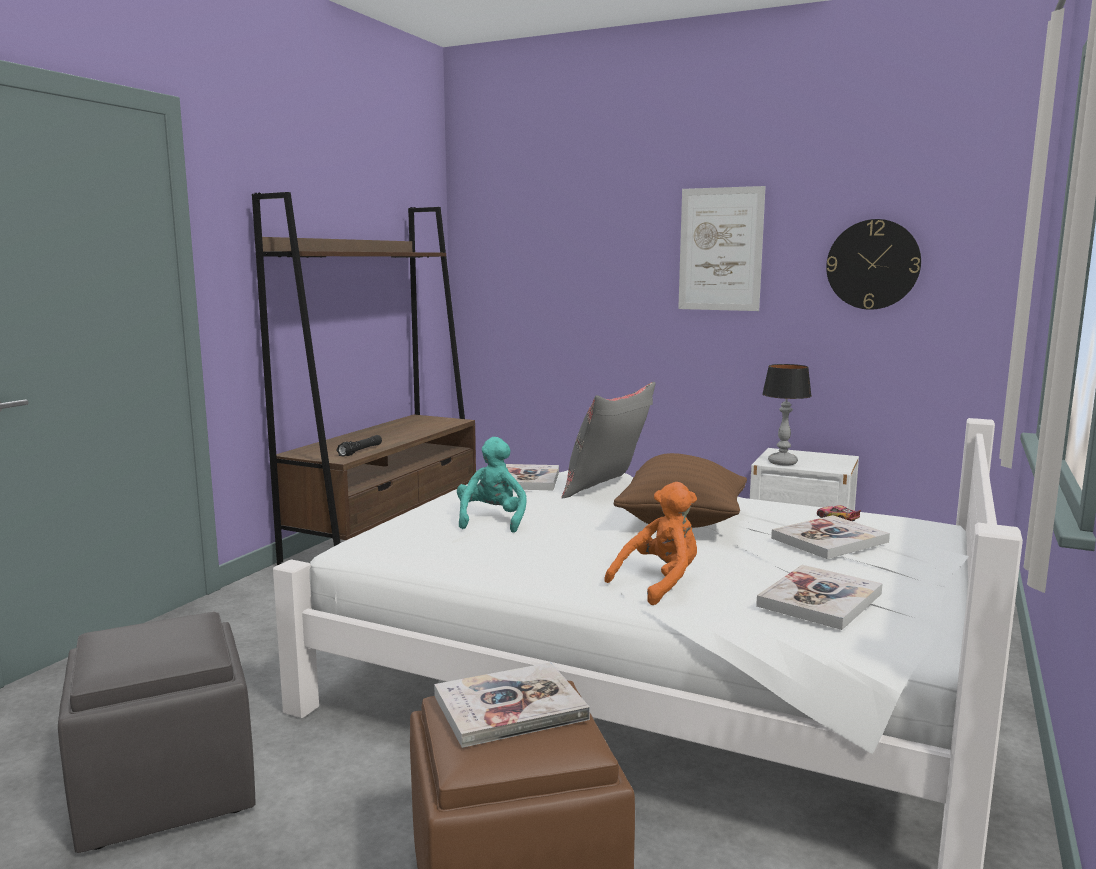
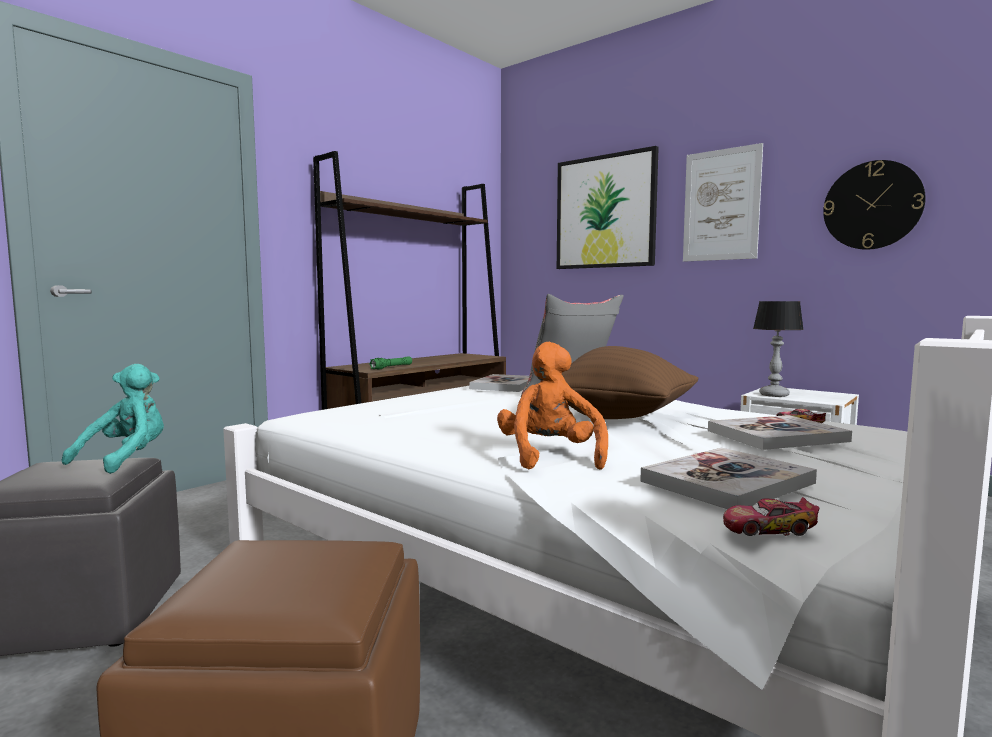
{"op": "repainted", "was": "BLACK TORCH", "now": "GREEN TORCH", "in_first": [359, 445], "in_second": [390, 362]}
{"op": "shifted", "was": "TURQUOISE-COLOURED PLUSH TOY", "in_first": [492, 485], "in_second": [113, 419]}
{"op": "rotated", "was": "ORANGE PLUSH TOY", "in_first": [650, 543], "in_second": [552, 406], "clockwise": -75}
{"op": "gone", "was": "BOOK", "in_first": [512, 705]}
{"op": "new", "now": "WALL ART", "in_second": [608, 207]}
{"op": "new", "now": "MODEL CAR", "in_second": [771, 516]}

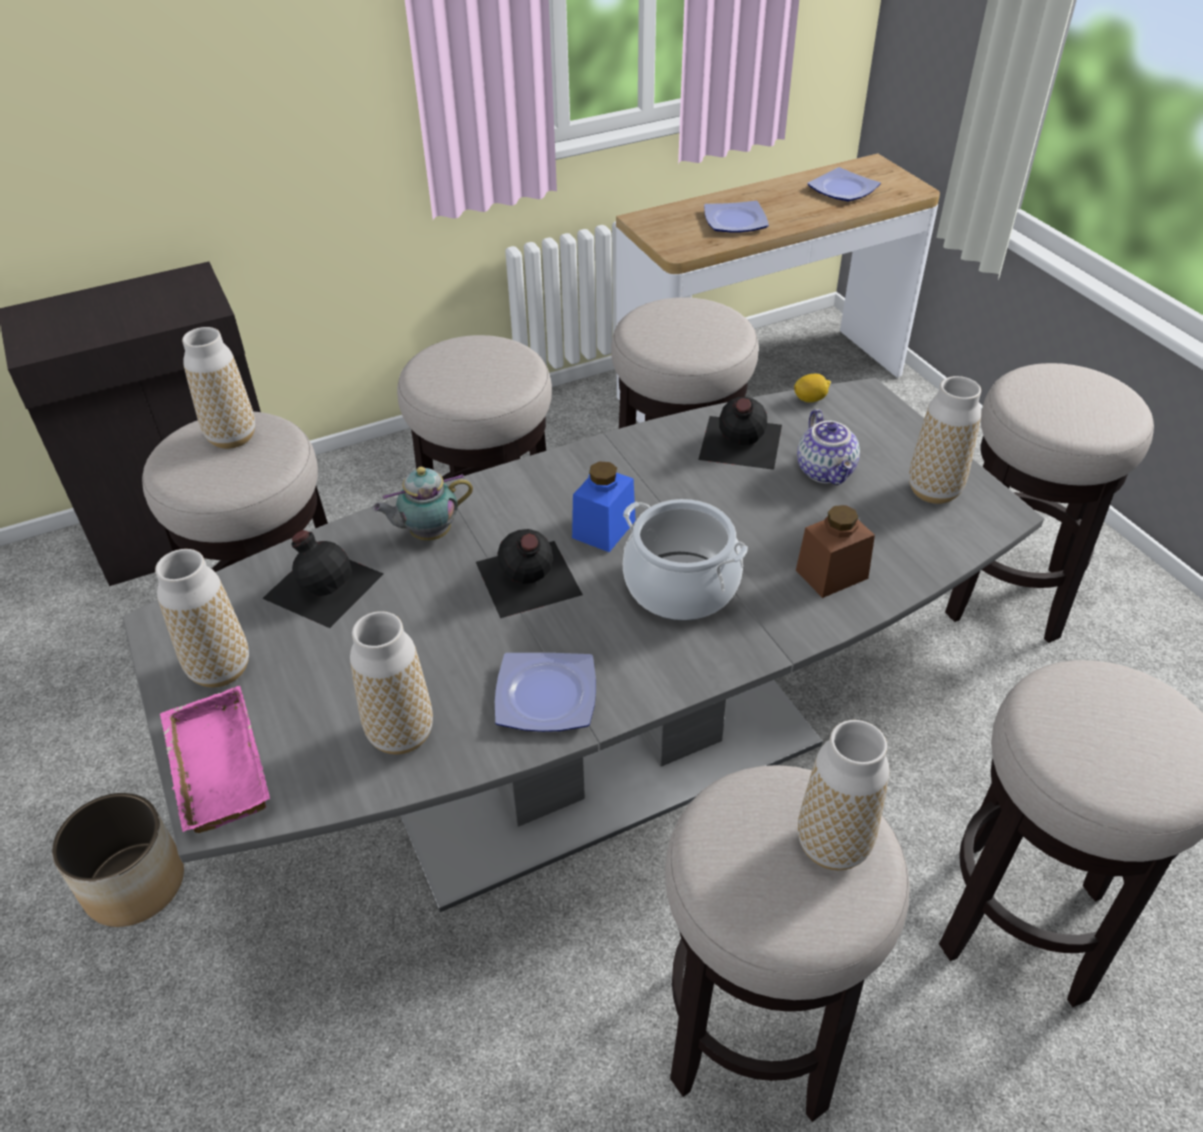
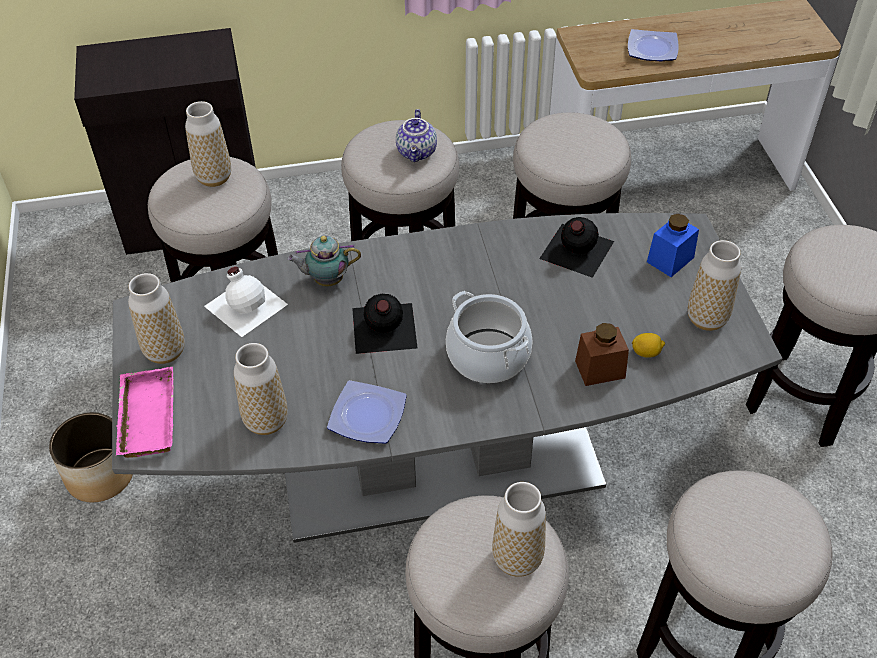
{"op": "gone", "was": "FLAT DISH", "in_first": [844, 184]}
{"op": "shifted", "was": "LEMON", "in_first": [812, 388], "in_second": [648, 345]}
{"op": "shifted", "was": "TEAPOT", "in_first": [828, 447], "in_second": [416, 135]}
{"op": "shifted", "was": "BLUE-COLOURED JAR", "in_first": [604, 506], "in_second": [673, 245]}
{"op": "repainted", "was": "BLACK BOTTLE", "now": "WHITISH BOTTLE", "in_first": [322, 579], "in_second": [246, 302]}

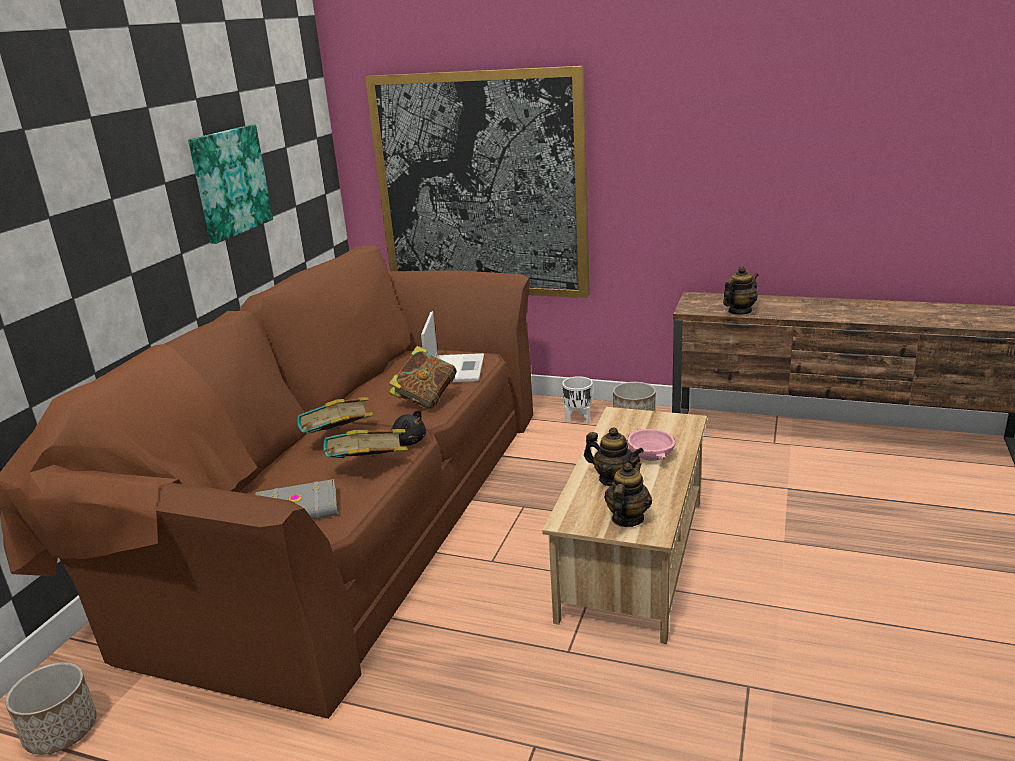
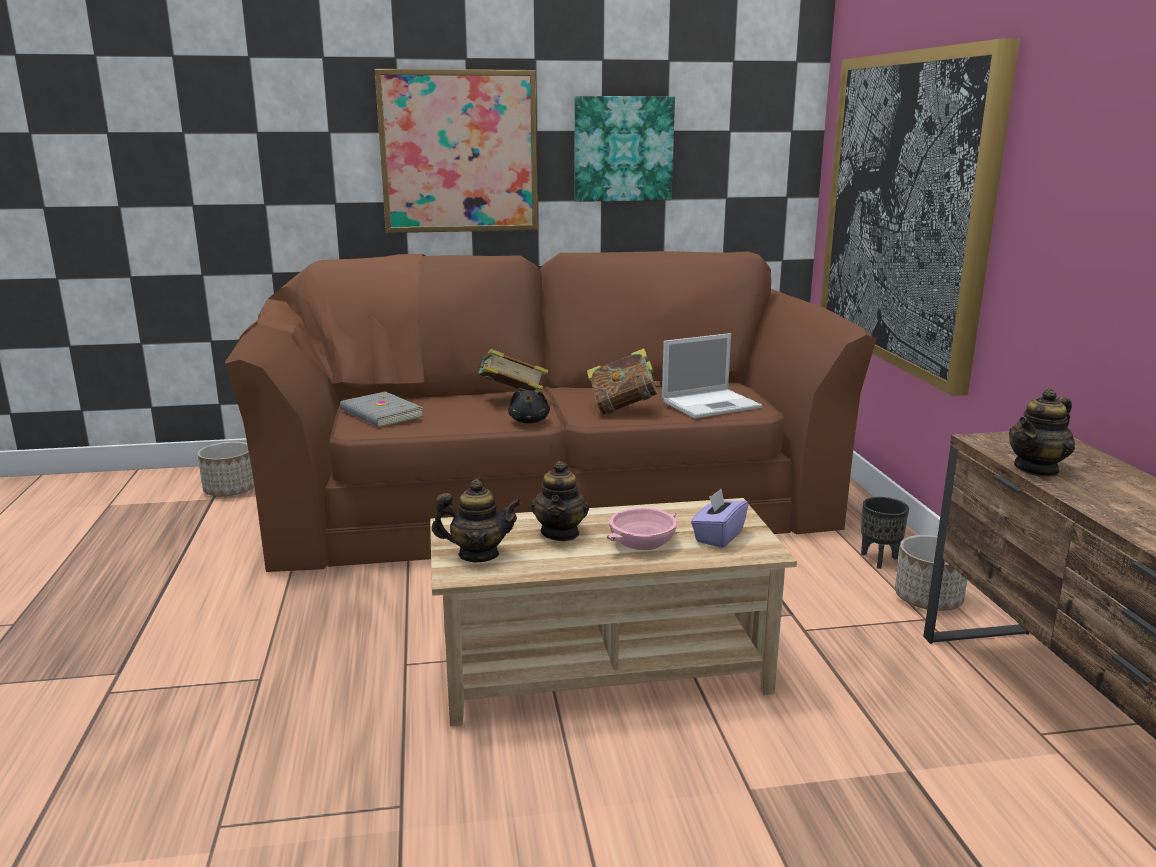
{"op": "rotated", "was": "TEAPOT", "in_first": [740, 290], "in_second": [1042, 432], "clockwise": 120}
{"op": "repainted", "was": "WHITISH FLOWER POT", "now": "BLACK FLOWER POT", "in_first": [577, 400], "in_second": [885, 533]}
{"op": "gone", "was": "BOOK", "in_first": [365, 443]}
{"op": "new", "now": "WALL ART", "in_second": [456, 151]}
{"op": "new", "now": "PURPLISH BOX OF TISSUES", "in_second": [720, 518]}

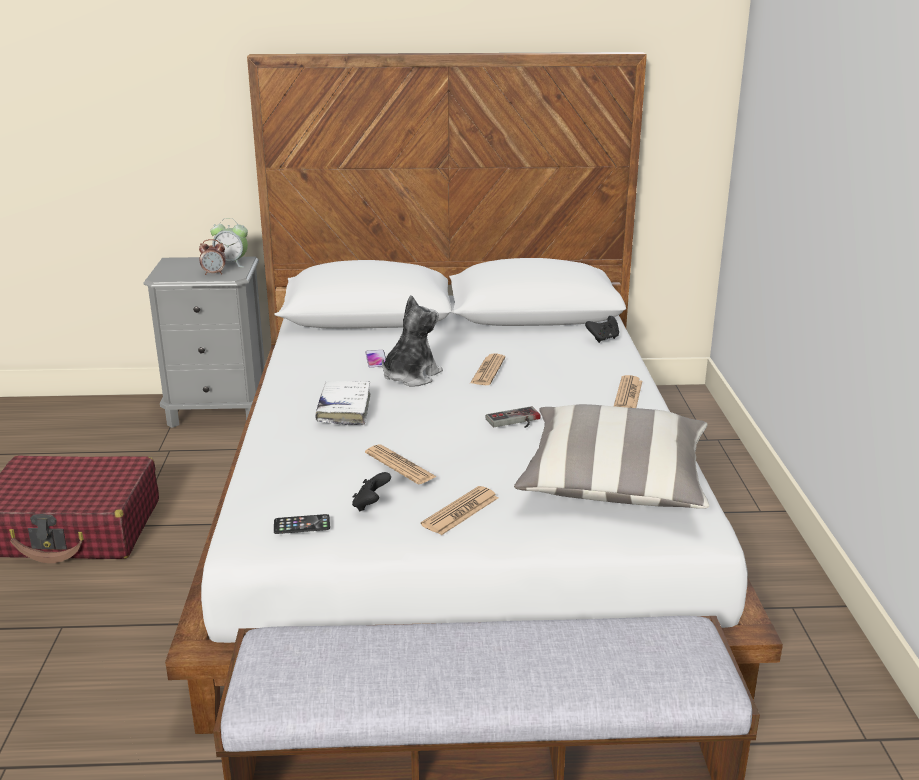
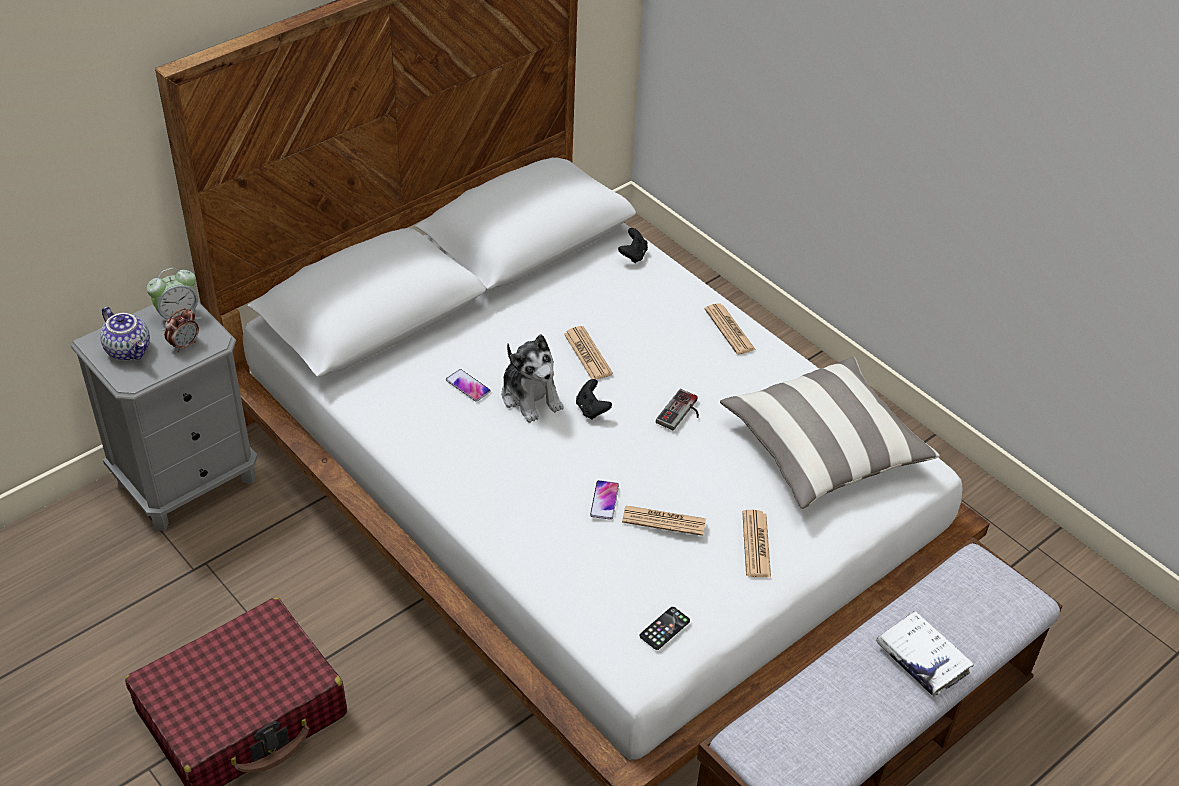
{"op": "rotated", "was": "PLUSH TOY", "in_first": [412, 341], "in_second": [533, 378], "clockwise": 150}
{"op": "shifted", "was": "WHITISH BOOK", "in_first": [343, 403], "in_second": [925, 653]}
{"op": "shifted", "was": "BLACK GAMEPAD", "in_first": [371, 492], "in_second": [594, 399]}
{"op": "new", "now": "TEAPOT", "in_second": [125, 334]}
{"op": "new", "now": "TELEPHONE", "in_second": [604, 500]}

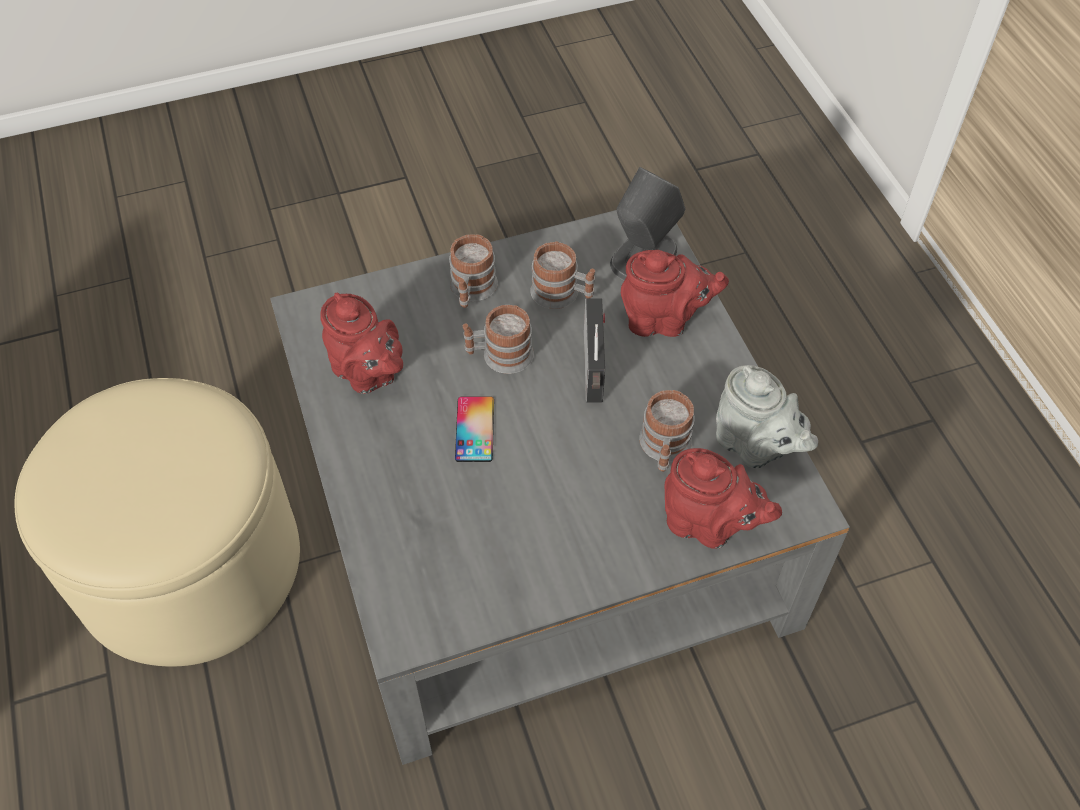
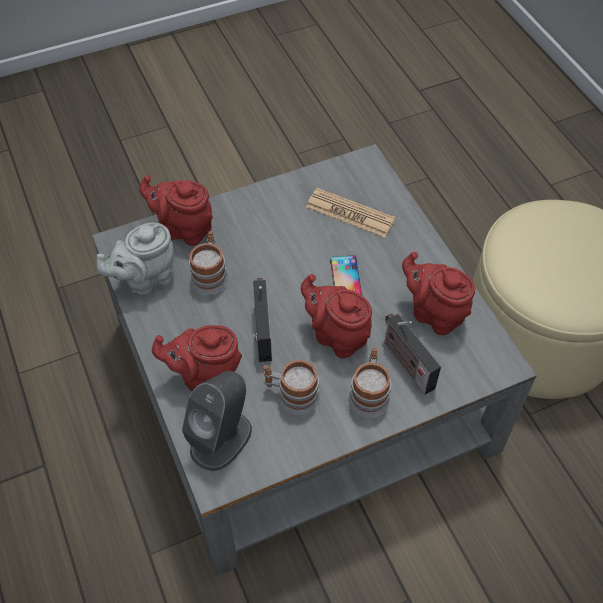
{"op": "swapped", "was": "TEA MUG", "now": "RED TEAPOT", "in_first": [498, 339], "in_second": [336, 316]}
{"op": "rotated", "was": "GREYISH TEAPOT", "in_first": [767, 417], "in_second": [135, 259], "clockwise": -75}
{"op": "new", "now": "DAILY PAPER", "in_second": [351, 213]}
{"op": "new", "now": "RADIO RECEIVER", "in_second": [412, 354]}

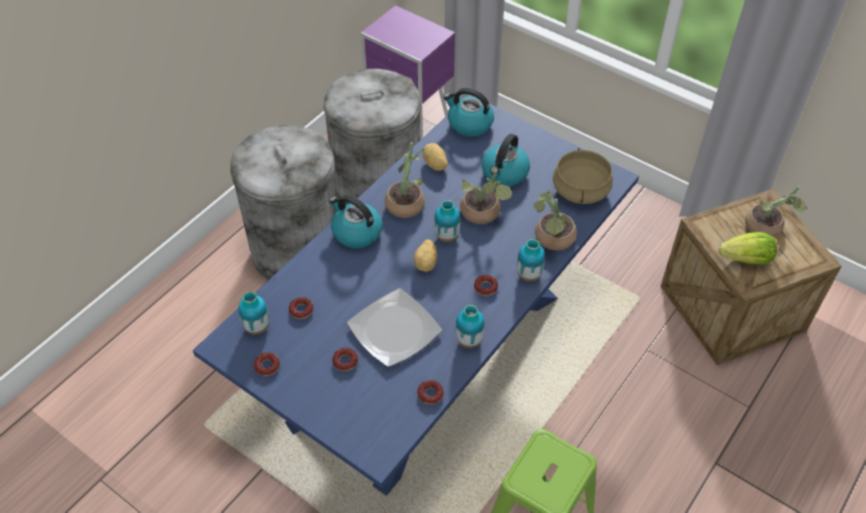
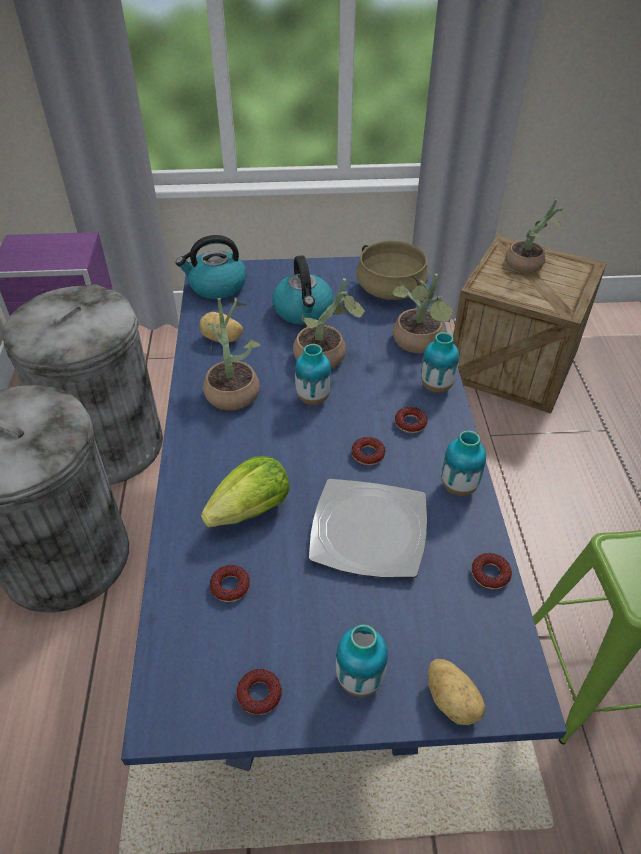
{"op": "gone", "was": "KETTLE", "in_first": [356, 221]}
{"op": "shifted", "was": "HEAD OF LETTUCE", "in_first": [748, 248], "in_second": [245, 491]}
{"op": "shifted", "was": "WHOLE POTATO", "in_first": [425, 255], "in_second": [457, 692]}
{"op": "shifted", "was": "FLOWER VASE", "in_first": [253, 313], "in_second": [362, 660]}
{"op": "shifted", "was": "RING DOUGHNUT", "in_first": [345, 359], "in_second": [369, 451]}

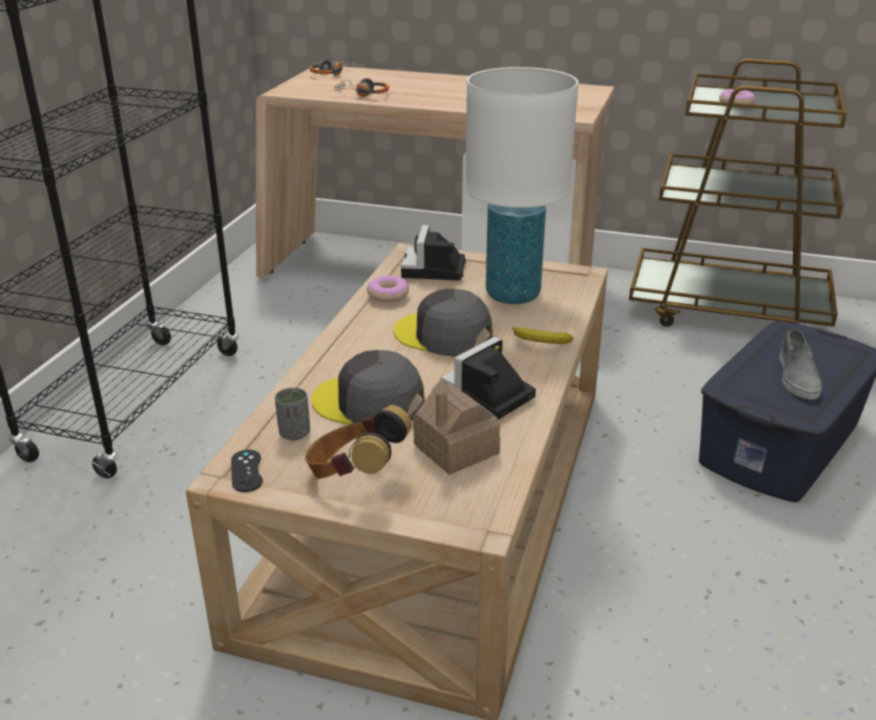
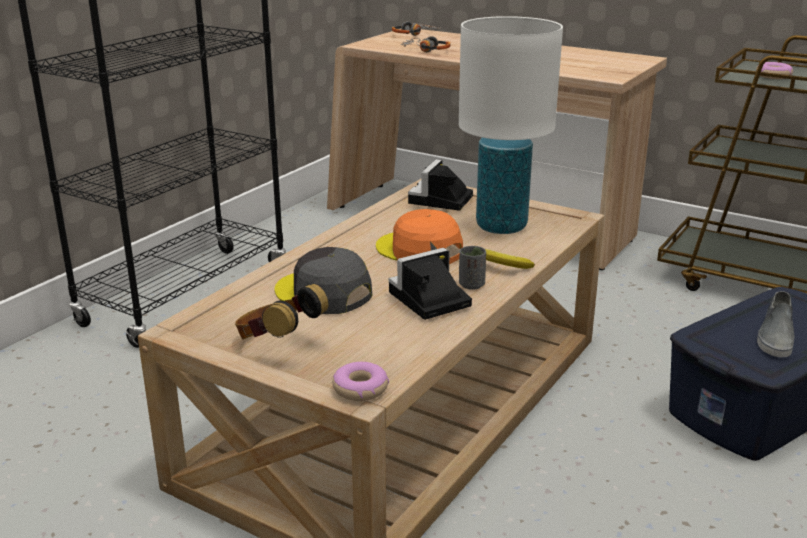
{"op": "shifted", "was": "RING DOUGHNUT", "in_first": [388, 289], "in_second": [360, 381]}
{"op": "repainted", "was": "GREYISH CAP", "now": "ORANGE CAP", "in_first": [443, 323], "in_second": [419, 236]}
{"op": "gone", "was": "MODEL HOUSE", "in_first": [456, 427]}
{"op": "shifted", "was": "GREYISH CUP", "in_first": [292, 413], "in_second": [472, 268]}
{"op": "gone", "was": "BLACK GAMEPAD", "in_first": [247, 471]}

